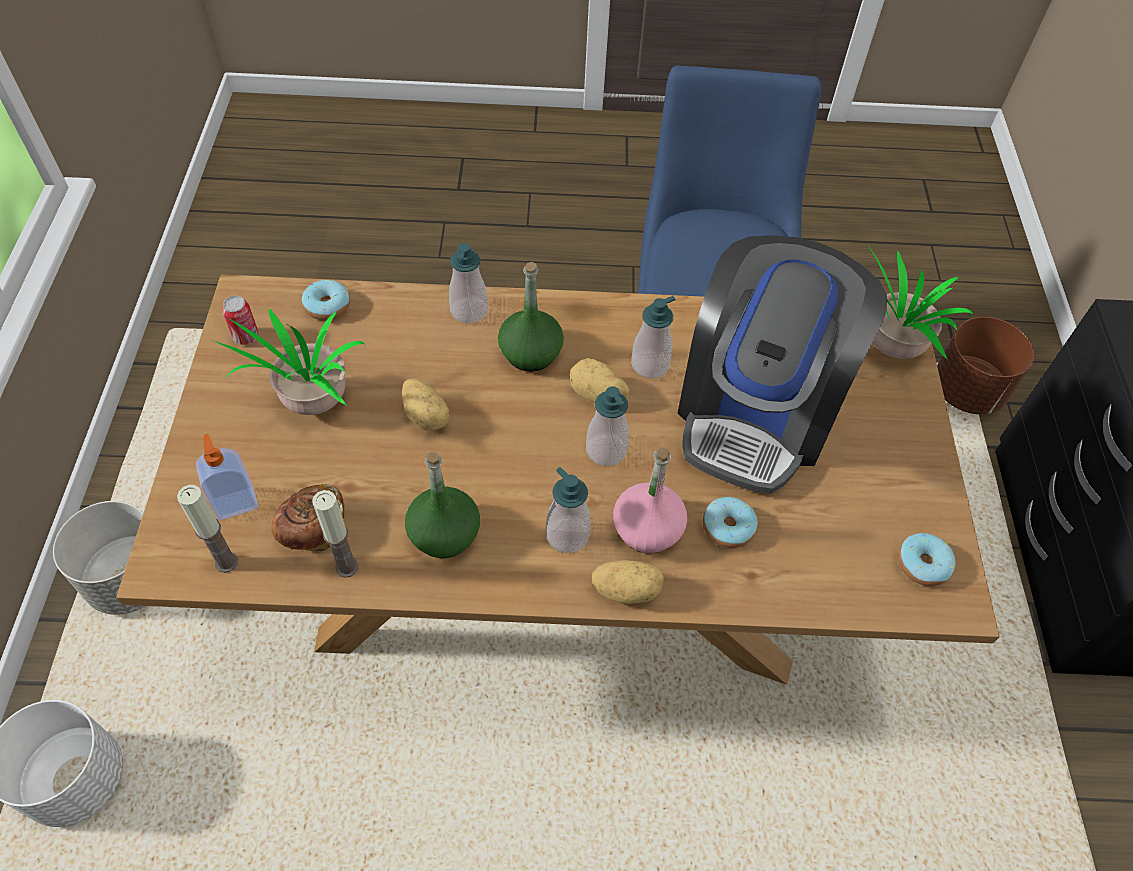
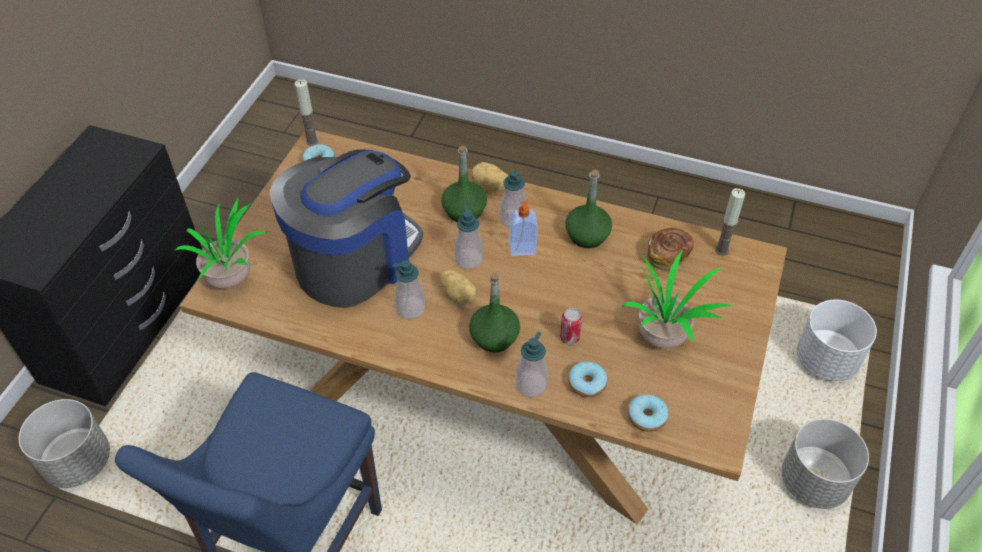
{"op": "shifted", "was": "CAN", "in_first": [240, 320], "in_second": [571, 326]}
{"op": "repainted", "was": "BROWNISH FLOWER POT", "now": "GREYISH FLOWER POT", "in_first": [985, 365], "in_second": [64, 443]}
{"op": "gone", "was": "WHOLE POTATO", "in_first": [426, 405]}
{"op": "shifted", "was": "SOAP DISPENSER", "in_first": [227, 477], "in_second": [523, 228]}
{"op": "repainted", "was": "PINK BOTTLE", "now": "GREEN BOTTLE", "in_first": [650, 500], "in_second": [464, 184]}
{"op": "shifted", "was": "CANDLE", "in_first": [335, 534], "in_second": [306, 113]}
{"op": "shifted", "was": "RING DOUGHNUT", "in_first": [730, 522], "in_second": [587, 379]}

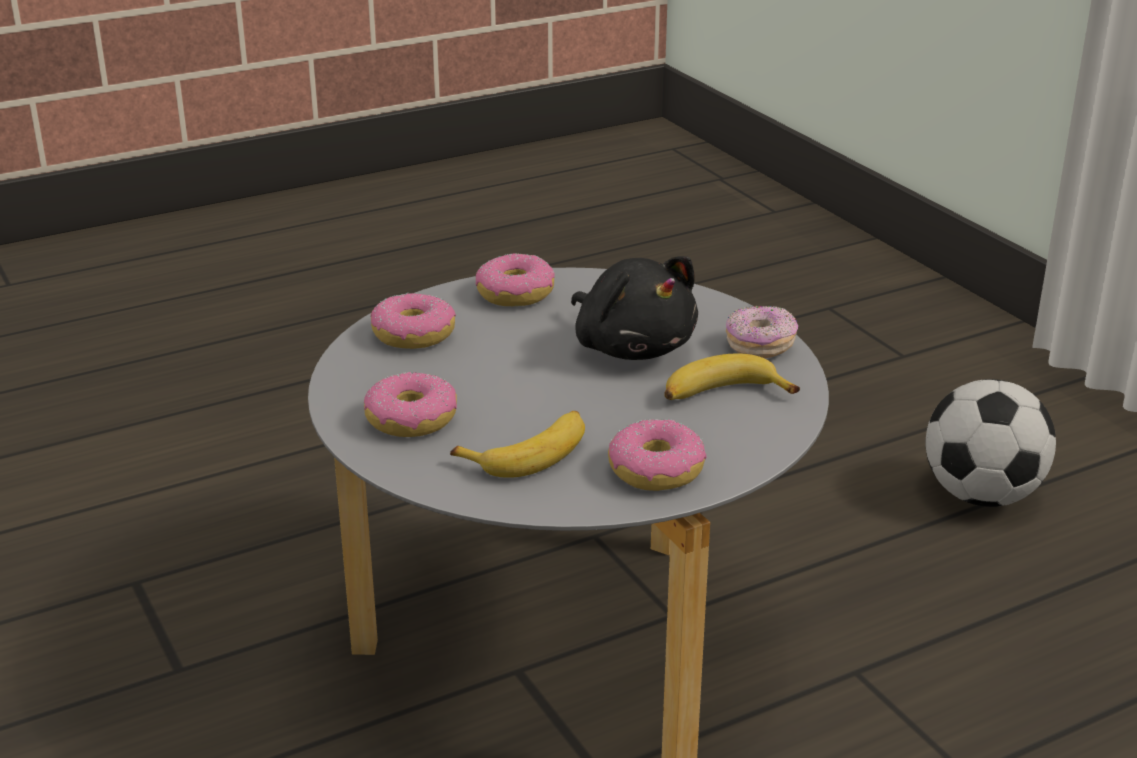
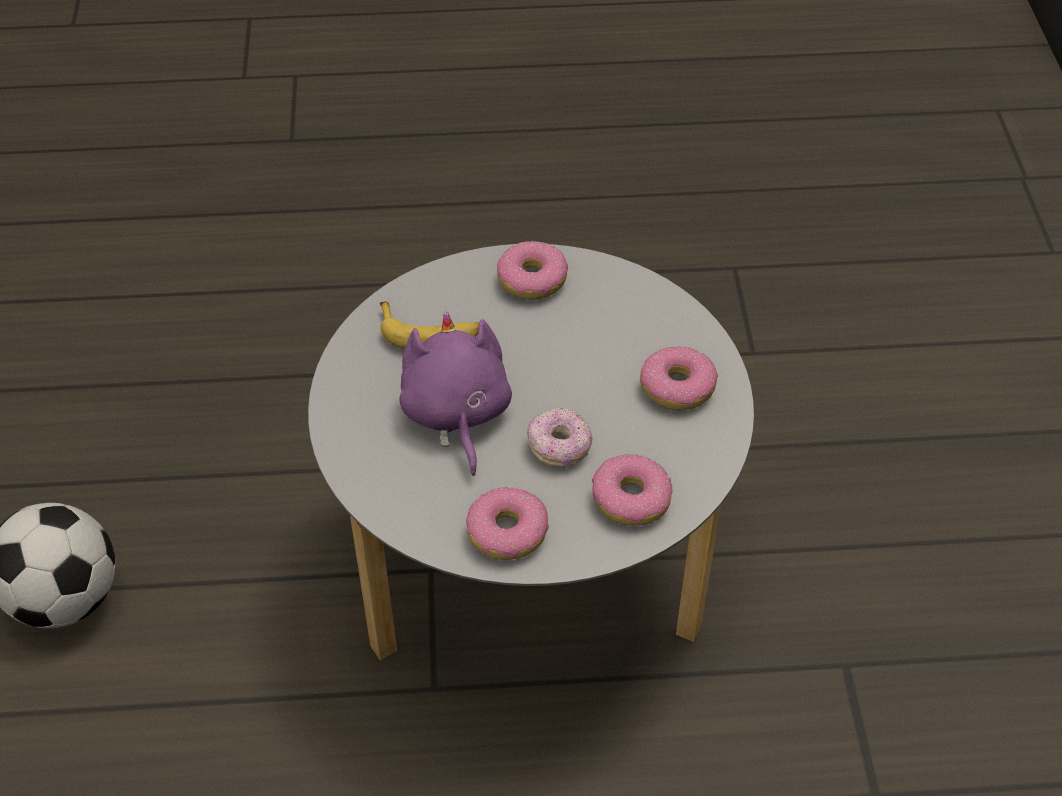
{"op": "repainted", "was": "BLACK PLUSH TOY", "now": "PURPLISH PLUSH TOY", "in_first": [634, 308], "in_second": [455, 394]}
{"op": "shifted", "was": "RING DOUGHNUT", "in_first": [762, 332], "in_second": [559, 437]}
{"op": "gone", "was": "BANANA", "in_first": [517, 444]}

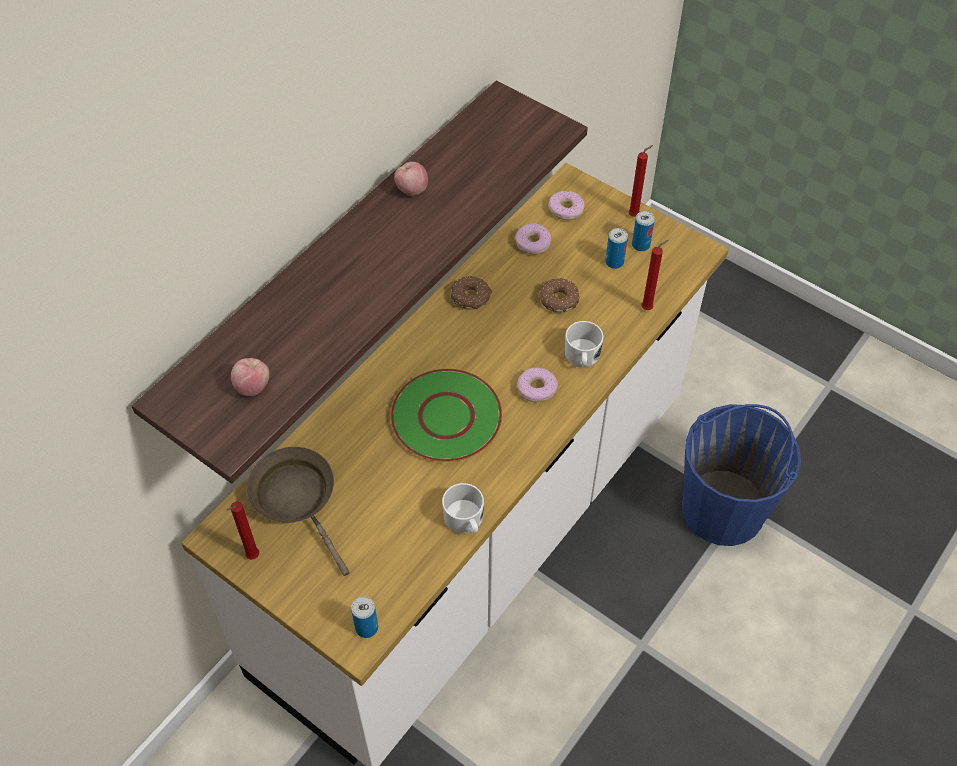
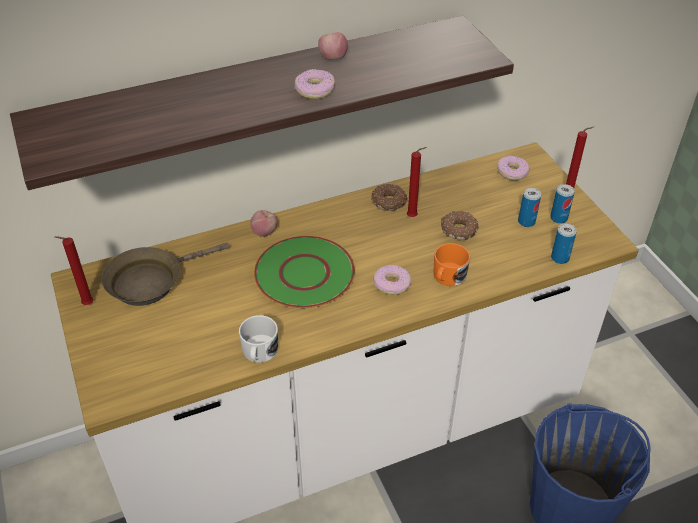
{"op": "shifted", "was": "RING DOUGHNUT", "in_first": [533, 239], "in_second": [315, 84]}
{"op": "shifted", "was": "RED CANDLE", "in_first": [654, 275], "in_second": [417, 182]}
{"op": "repainted", "was": "WHITISH TEA MUG", "now": "ORANGE TEA MUG", "in_first": [584, 344], "in_second": [451, 264]}
{"op": "shifted", "was": "APPLE FRUIT", "in_first": [250, 377], "in_second": [263, 223]}
{"op": "rotated", "was": "BROWNISH SKILLET", "in_first": [298, 511], "in_second": [165, 274], "clockwise": -120}
{"op": "shifted", "was": "CAN", "in_first": [364, 617], "in_second": [564, 243]}

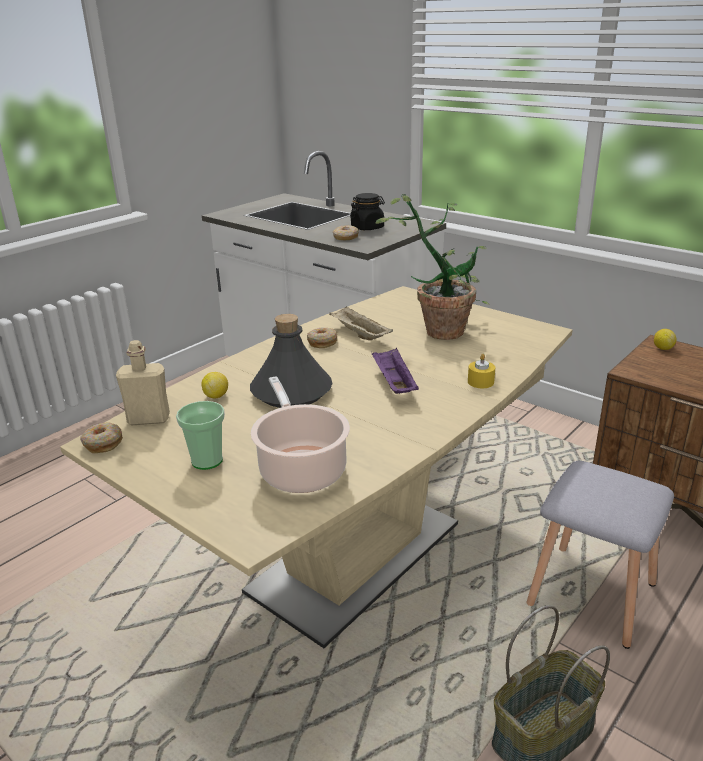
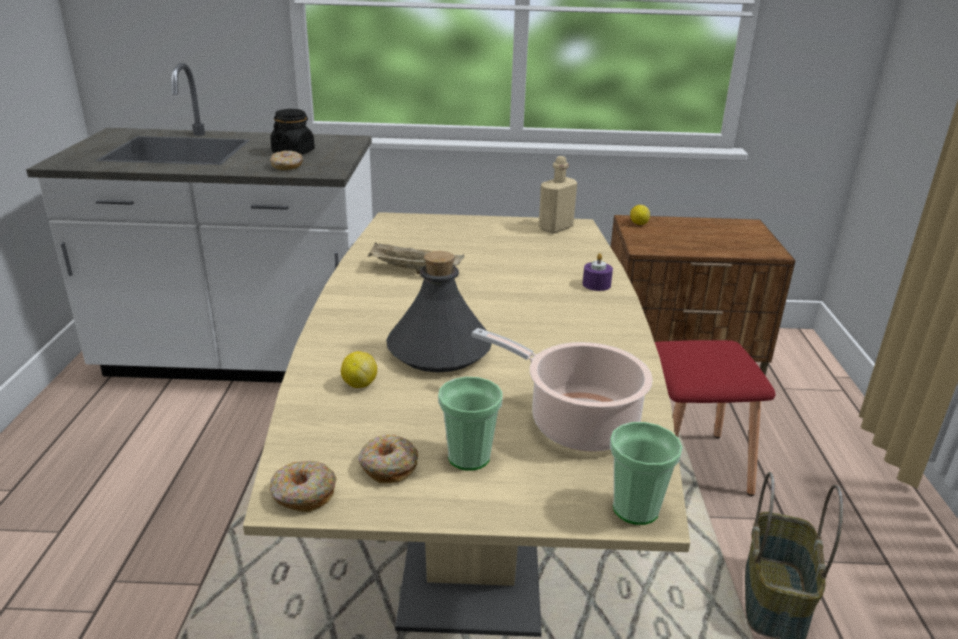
{"op": "gone", "was": "PLANT IN A POT", "in_first": [433, 267]}
{"op": "shifted", "was": "RING DOUGHNUT", "in_first": [322, 338], "in_second": [388, 459]}
{"op": "shifted", "was": "SAND-COLOURED BOTTLE", "in_first": [143, 382], "in_second": [558, 195]}
{"op": "gone", "was": "PURPLISH SERVING TRAY", "in_first": [395, 370]}
{"op": "repainted", "was": "YELLOW CANDLE", "now": "PURPLISH CANDLE", "in_first": [481, 371], "in_second": [598, 272]}
{"op": "repainted", "was": "GREYISH STOOL", "now": "RED STOOL", "in_first": [600, 555], "in_second": [715, 418]}
{"op": "new", "now": "CUP", "in_second": [646, 473]}

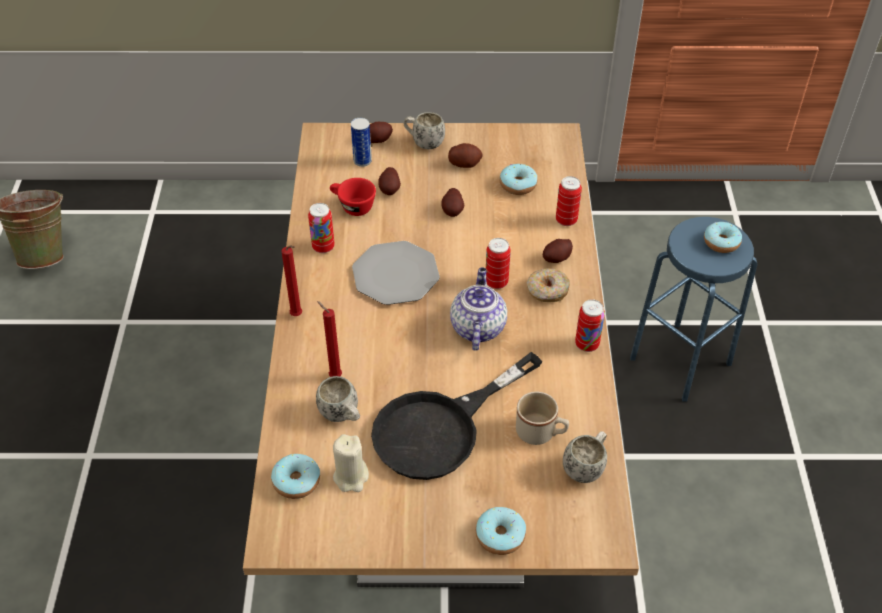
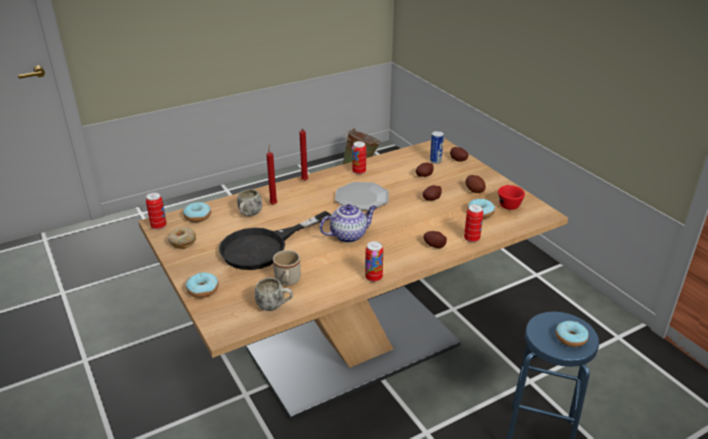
{"op": "gone", "was": "WHITISH TEA MUG", "in_first": [424, 130]}
{"op": "shifted", "was": "RED CUP", "in_first": [353, 197], "in_second": [511, 197]}
{"op": "shifted", "was": "CAN", "in_first": [498, 263], "in_second": [156, 211]}
{"op": "shifted", "was": "RING DOUGHNUT", "in_first": [548, 285], "in_second": [181, 238]}
{"op": "rotated", "was": "BLACK SKILLET", "in_first": [456, 416], "in_second": [275, 240], "clockwise": -60}
{"op": "gone", "was": "SAND-COLOURED CANDLE", "in_first": [351, 463]}

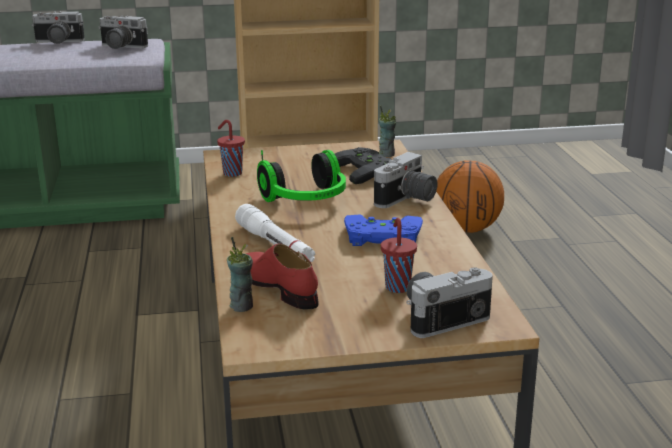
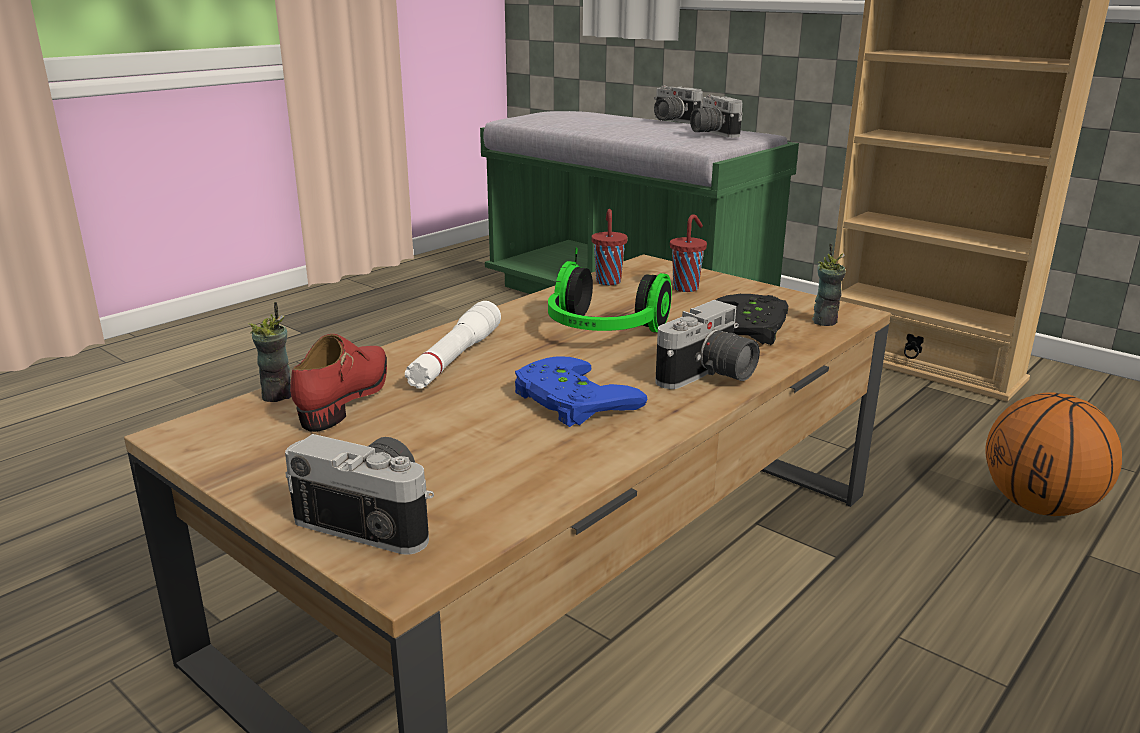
{"op": "rotated", "was": "STILL CAMERA", "in_first": [405, 180], "in_second": [707, 344], "clockwise": -45}
{"op": "shifted", "was": "RED CUP", "in_first": [399, 255], "in_second": [688, 253]}

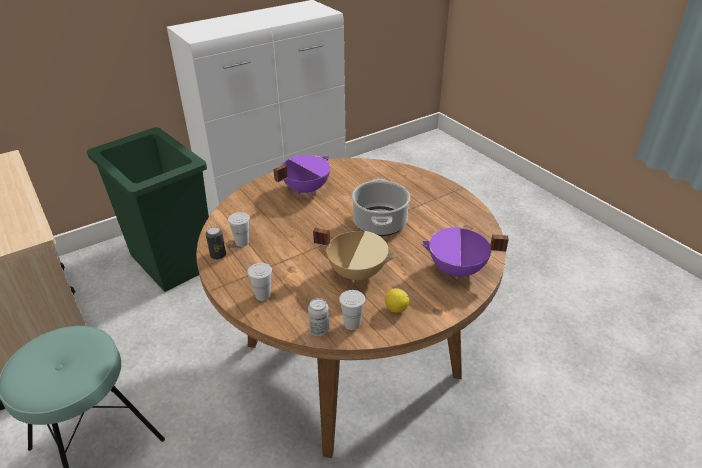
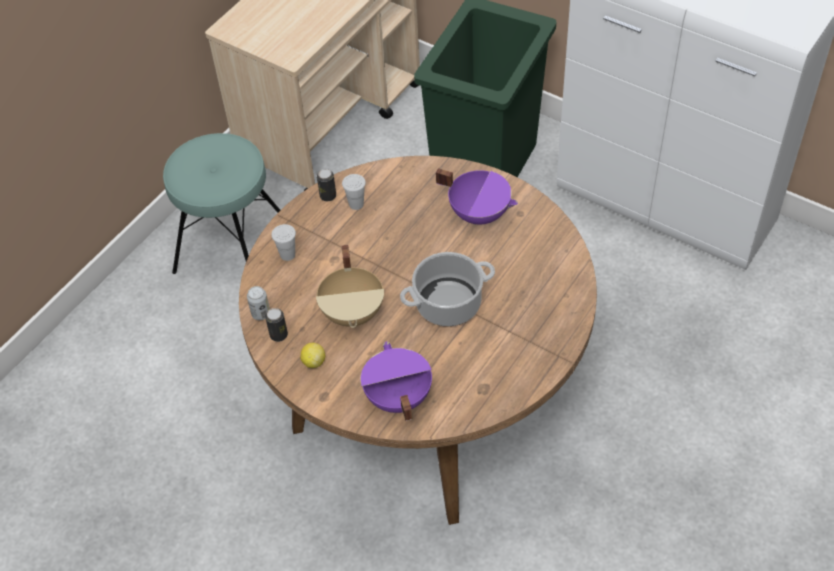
{"op": "swapped", "was": "WHITISH CUP", "now": "CAN", "in_first": [352, 310], "in_second": [276, 325]}

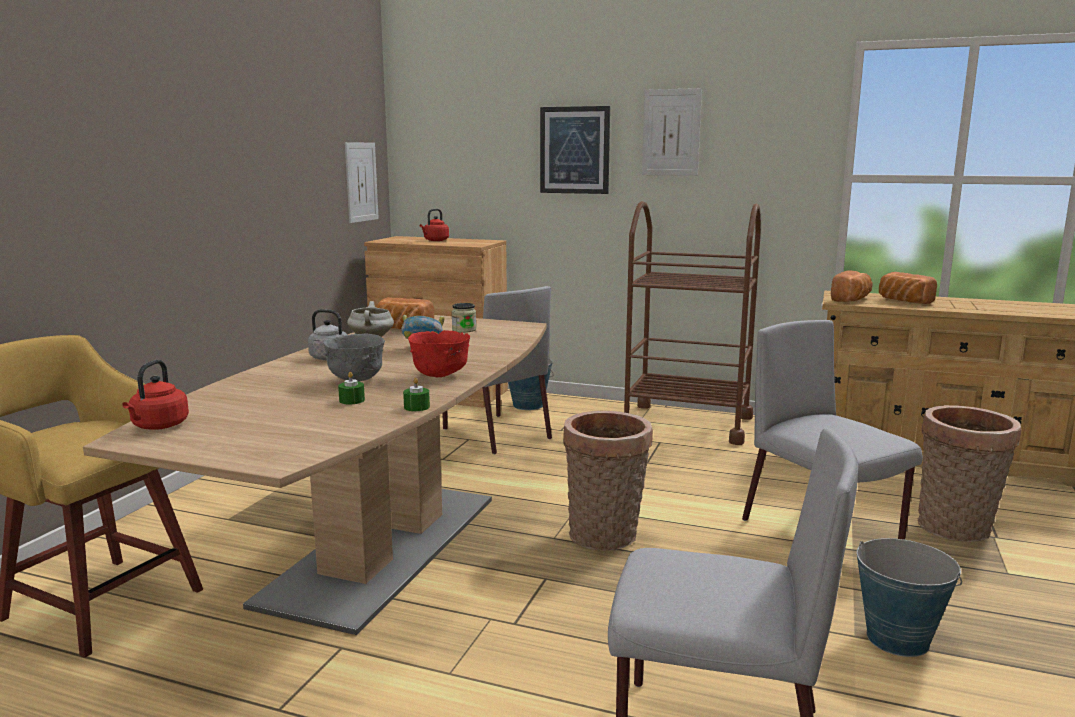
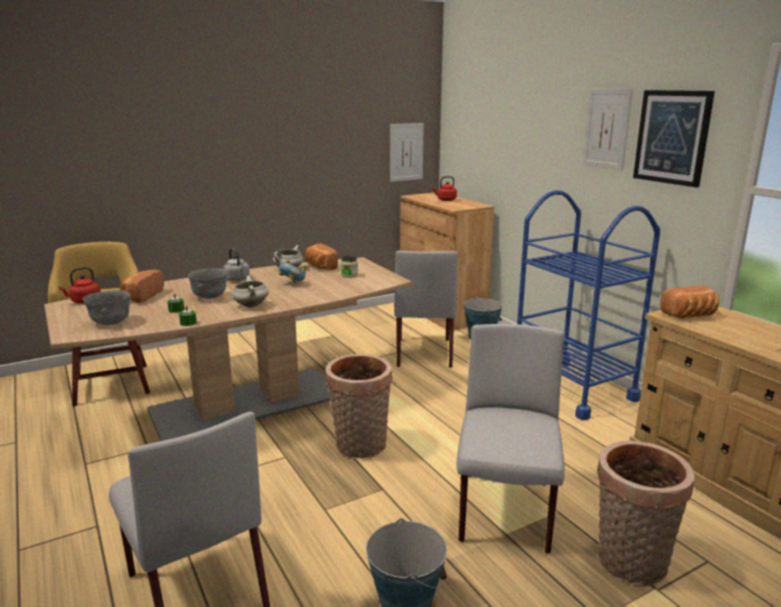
{"op": "shifted", "was": "WALL ART", "in_first": [575, 150], "in_second": [674, 139]}
{"op": "repainted", "was": "BROWNISH CART", "now": "BLUE-COLOURED CART", "in_first": [692, 323], "in_second": [588, 305]}
{"op": "shifted", "was": "BAKED BREAD", "in_first": [908, 288], "in_second": [142, 286]}
{"op": "swapped", "was": "RED SERVING BOWL", "now": "WHITISH SAUCEPOT", "in_first": [439, 353], "in_second": [250, 292]}
{"op": "new", "now": "GREYISH SERVING BOWL", "in_second": [107, 307]}

